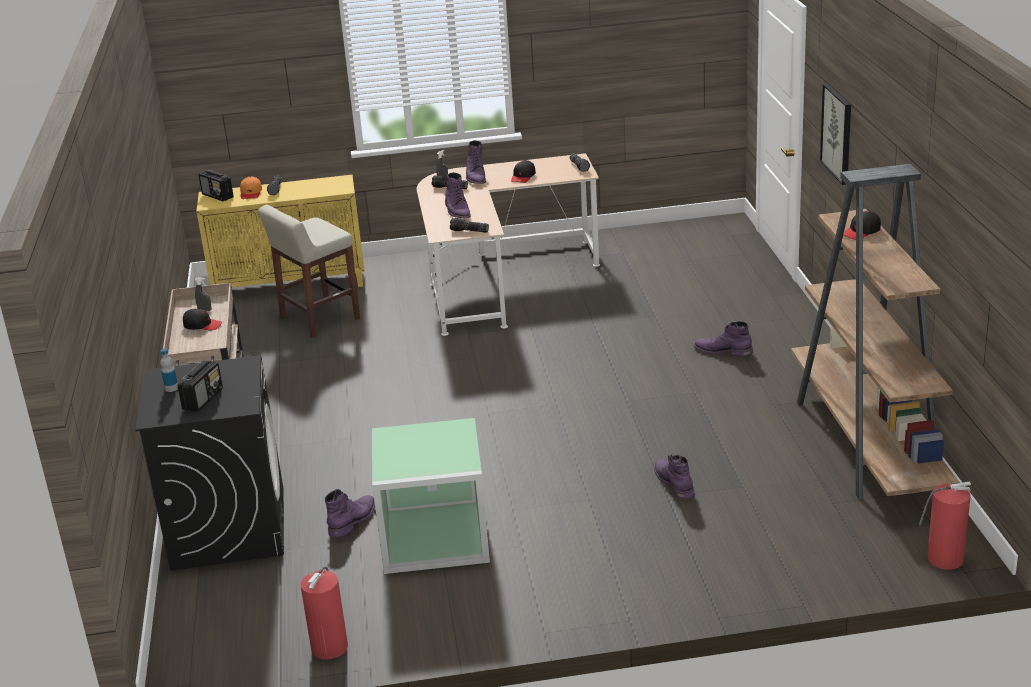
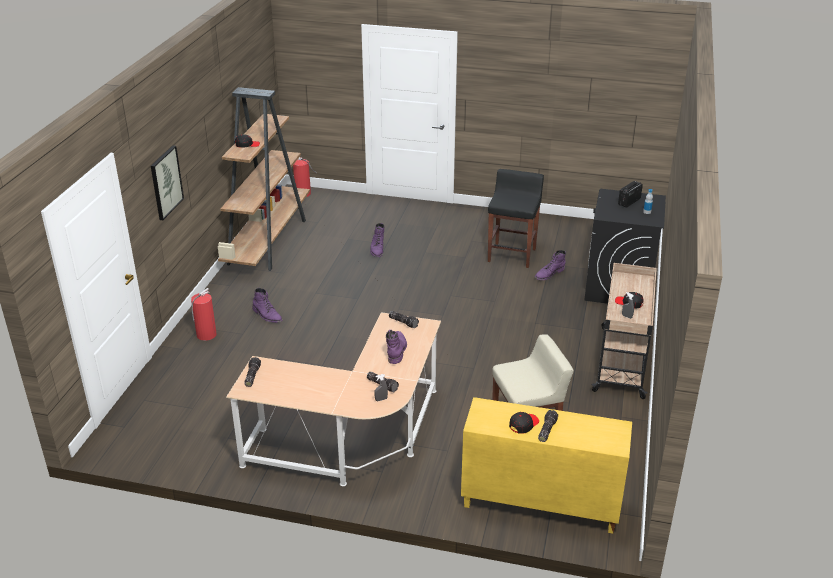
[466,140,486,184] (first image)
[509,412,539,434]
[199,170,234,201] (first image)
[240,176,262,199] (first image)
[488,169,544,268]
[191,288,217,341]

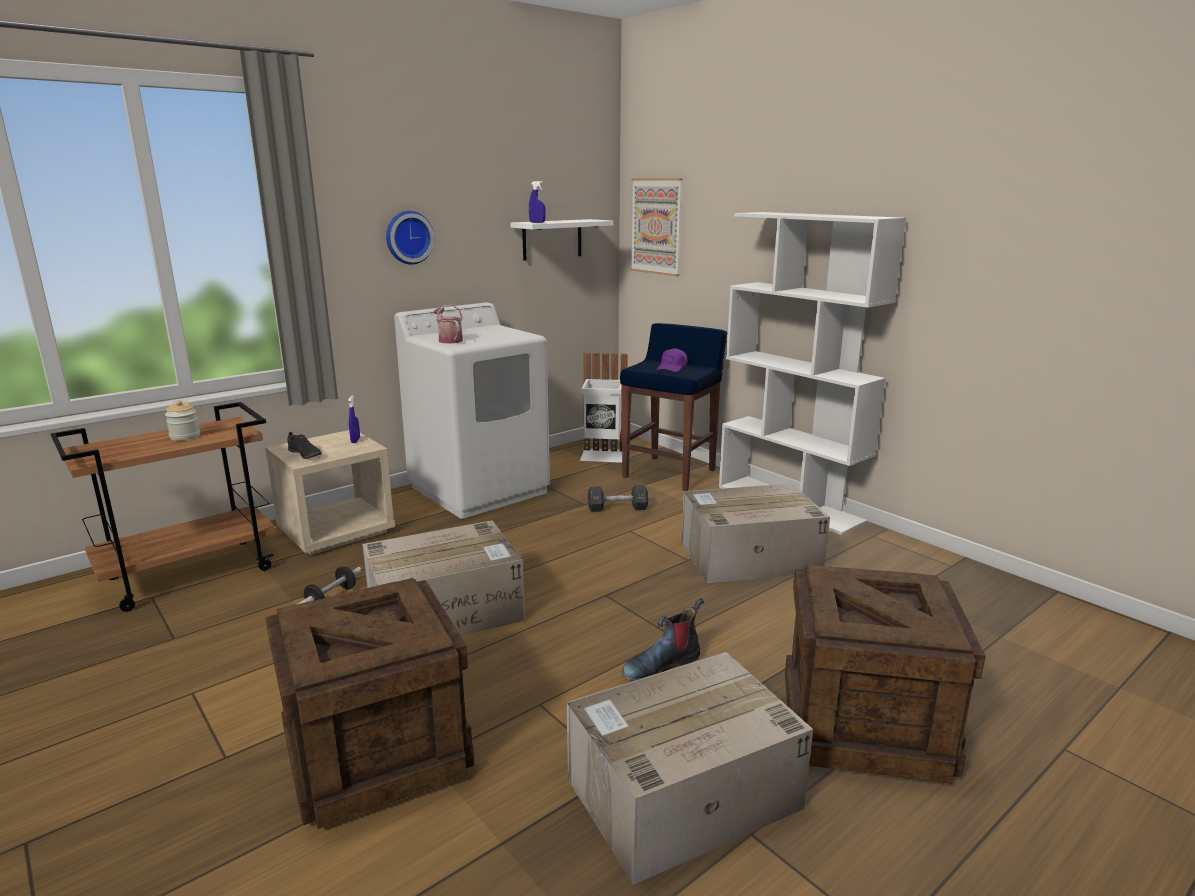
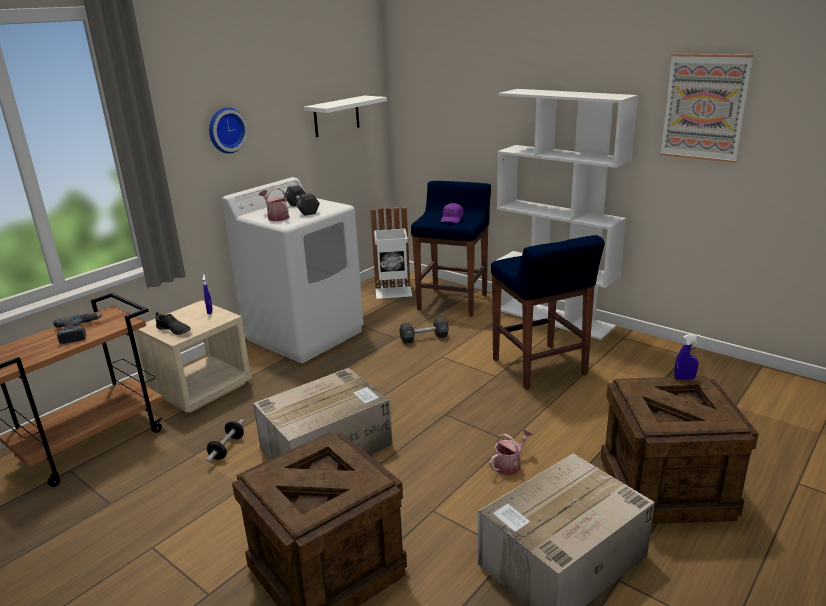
[660,54,753,163]
[674,334,700,380]
[53,313,102,344]
[491,235,605,390]
[489,429,533,475]
[284,185,320,216]

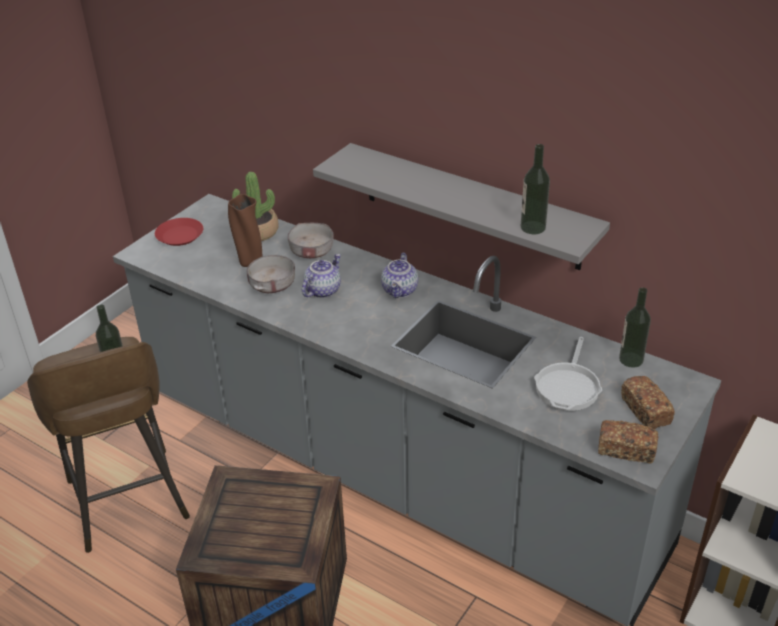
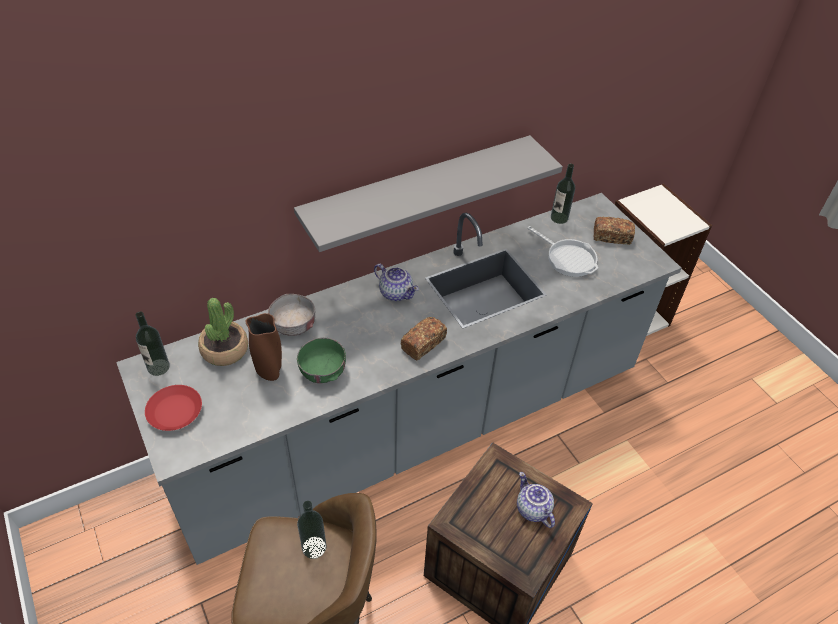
[135,312,170,376]
[517,472,555,528]
[297,337,346,383]
[400,317,447,360]

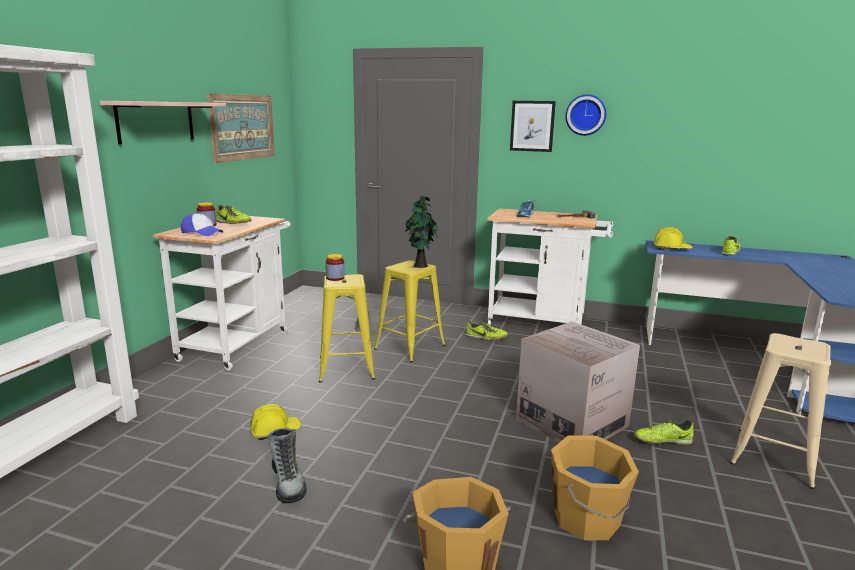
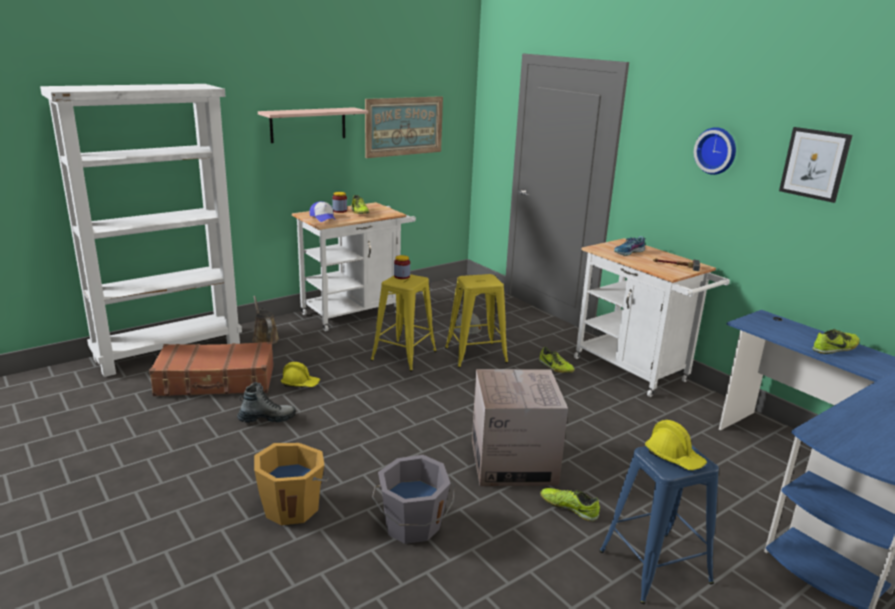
[779,127,852,203]
[405,196,438,268] (first image)
[645,420,707,470]
[599,445,719,604]
[237,382,296,423]
[372,455,455,544]
[252,296,279,344]
[149,342,274,396]

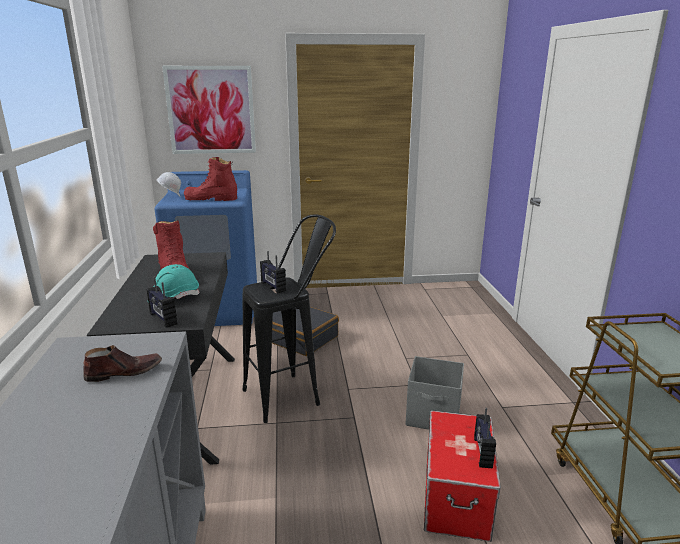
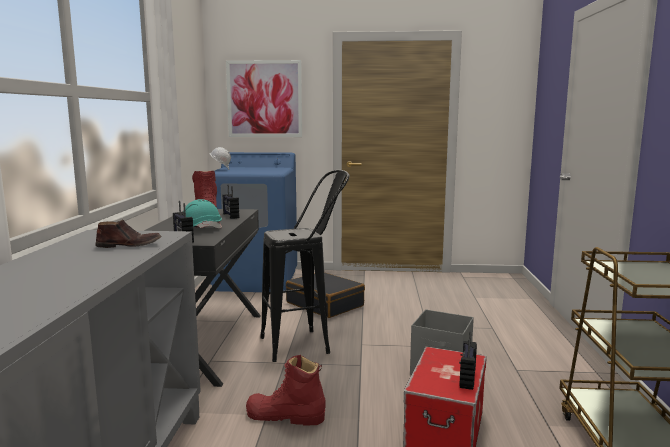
[246,355,326,426]
[223,185,239,219]

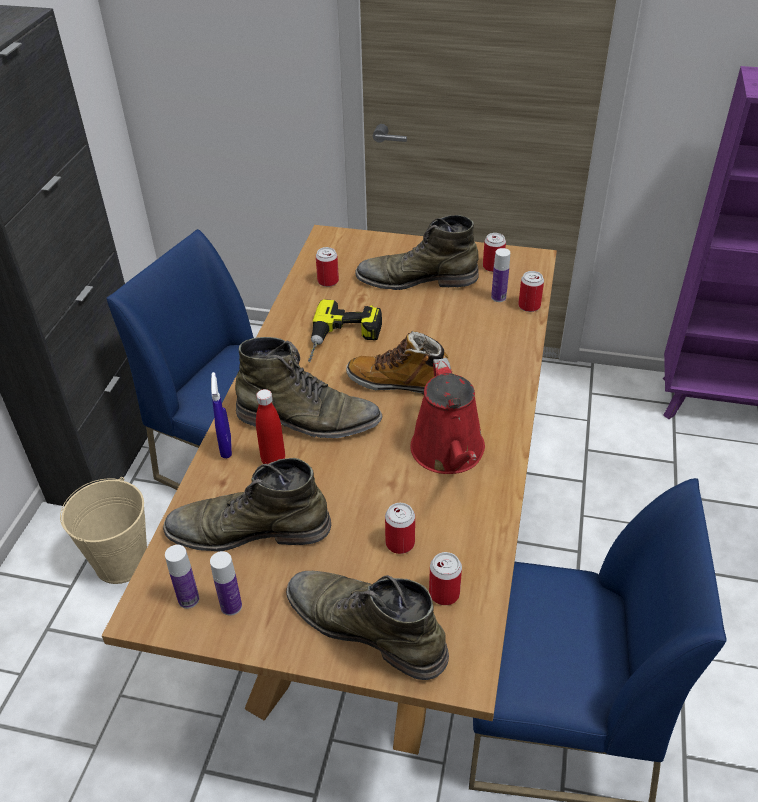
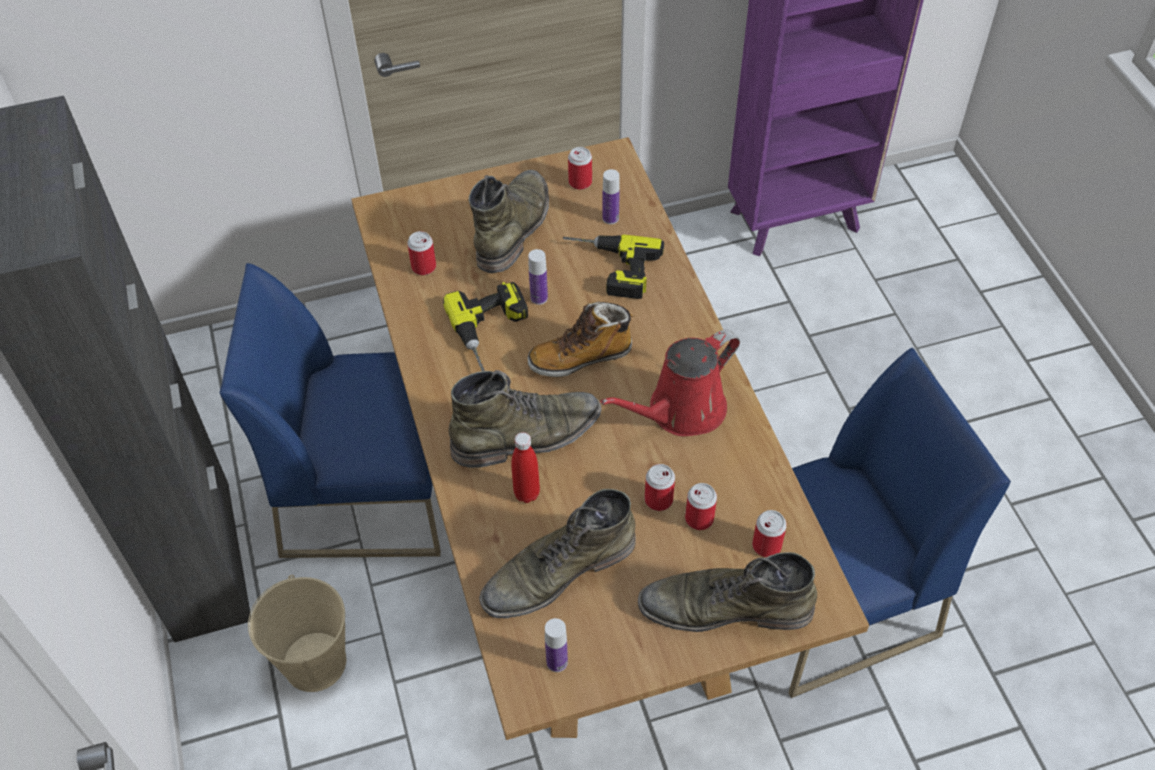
[469,170,549,273]
[645,464,675,511]
[600,329,740,436]
[211,372,232,458] (first image)
[528,249,548,305]
[563,235,664,299]

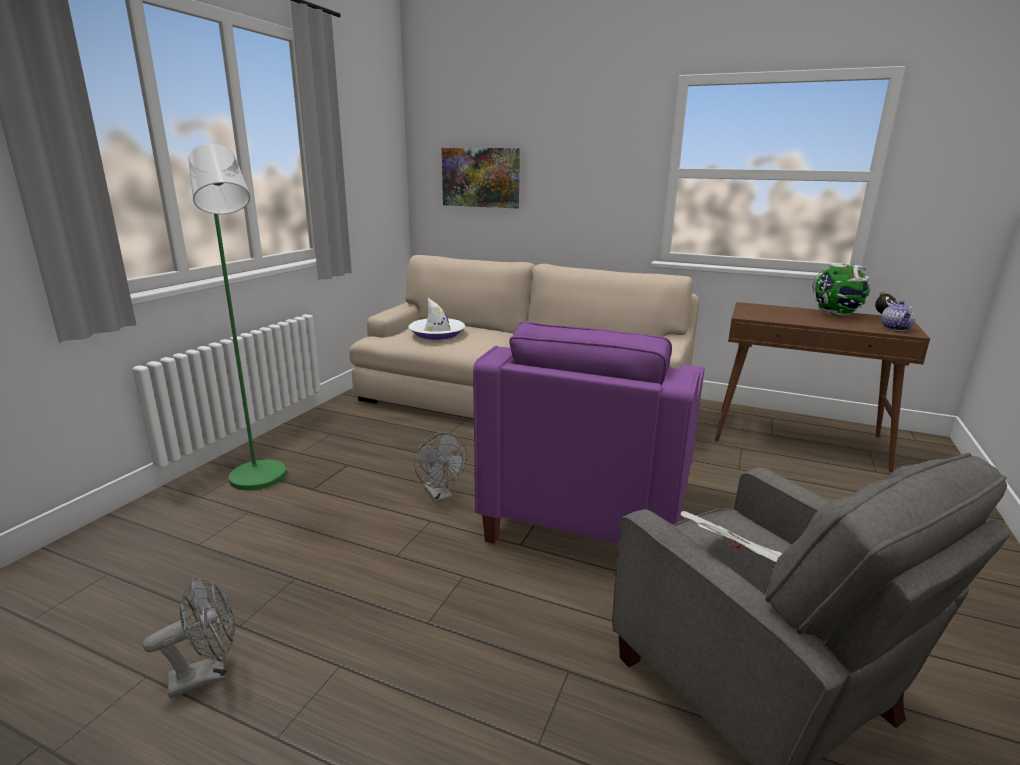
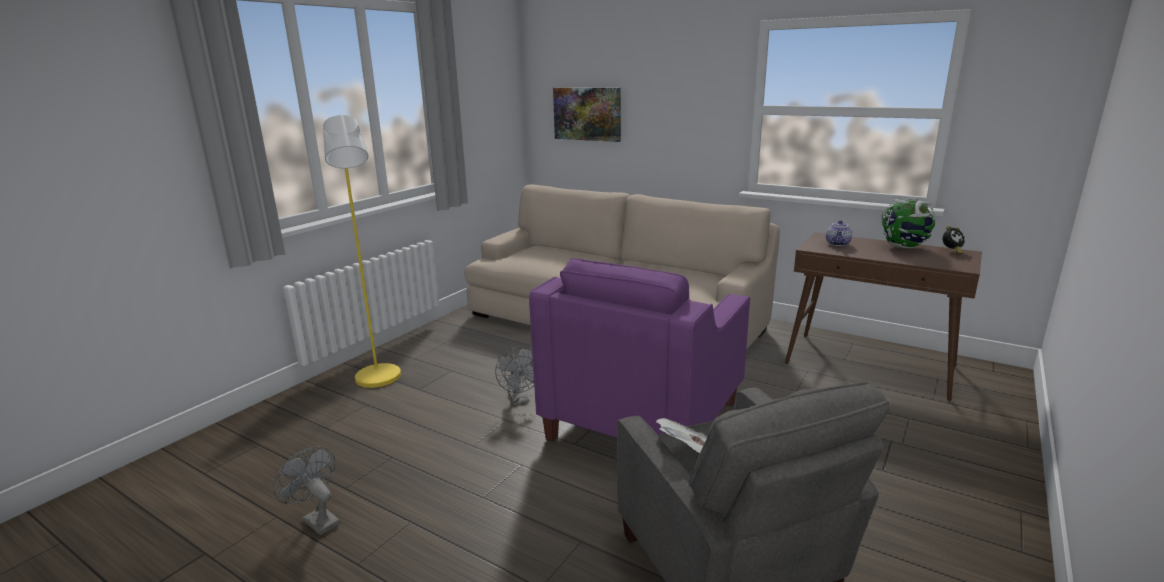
[323,115,401,388]
[408,297,466,340] (first image)
[826,220,852,246]
[273,447,340,535]

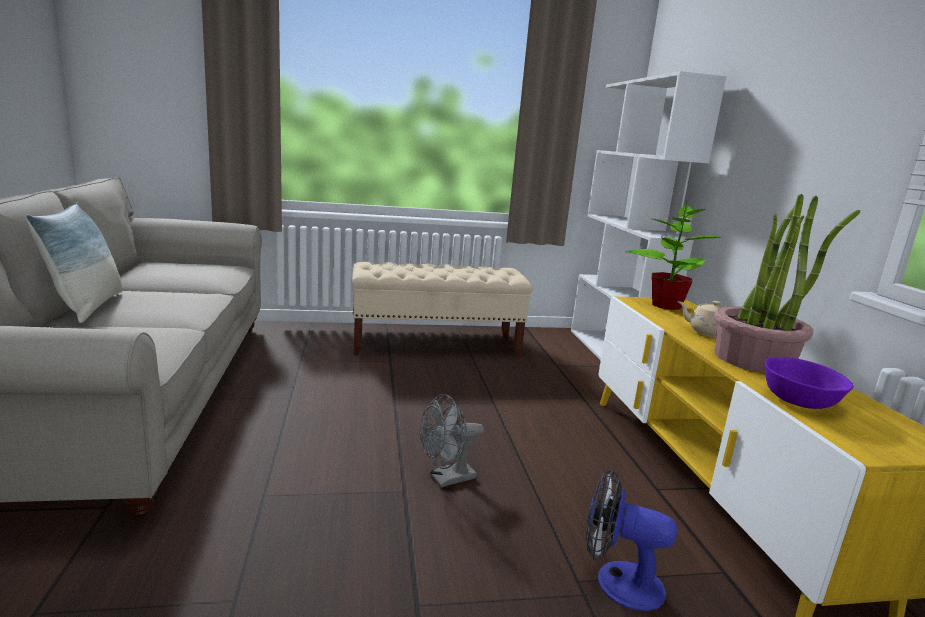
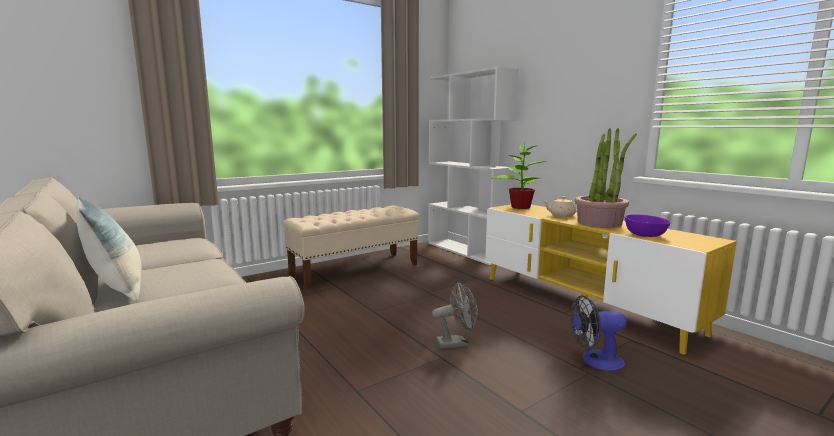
[432,282,478,349]

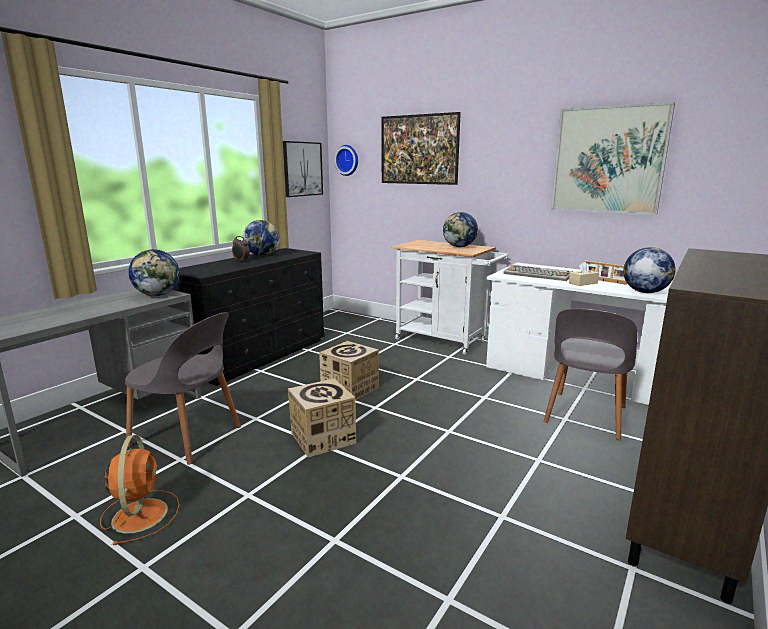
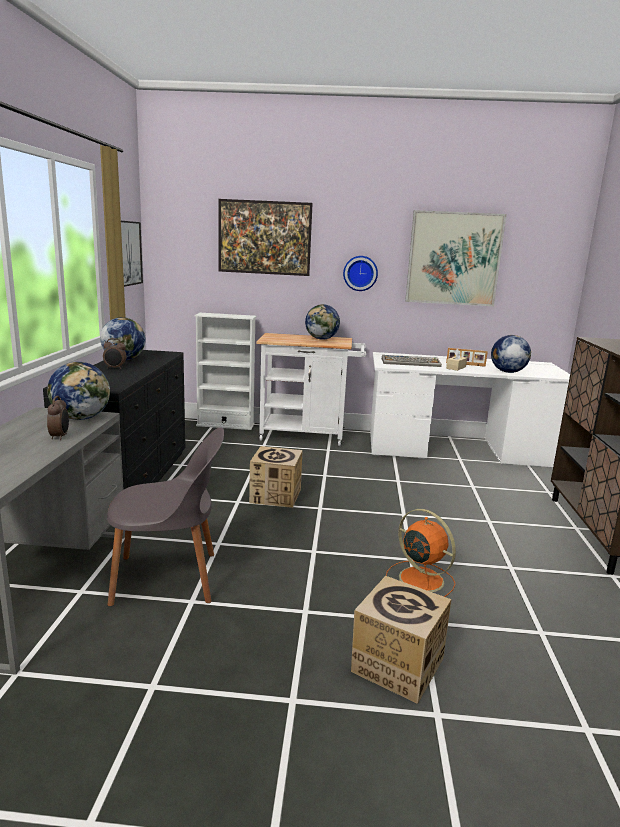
[343,256,378,291]
[543,309,637,440] (first image)
[351,576,451,704]
[386,509,456,597]
[194,313,256,430]
[47,396,69,440]

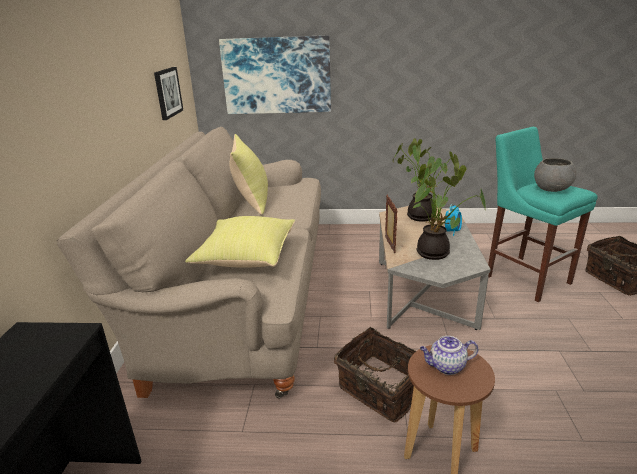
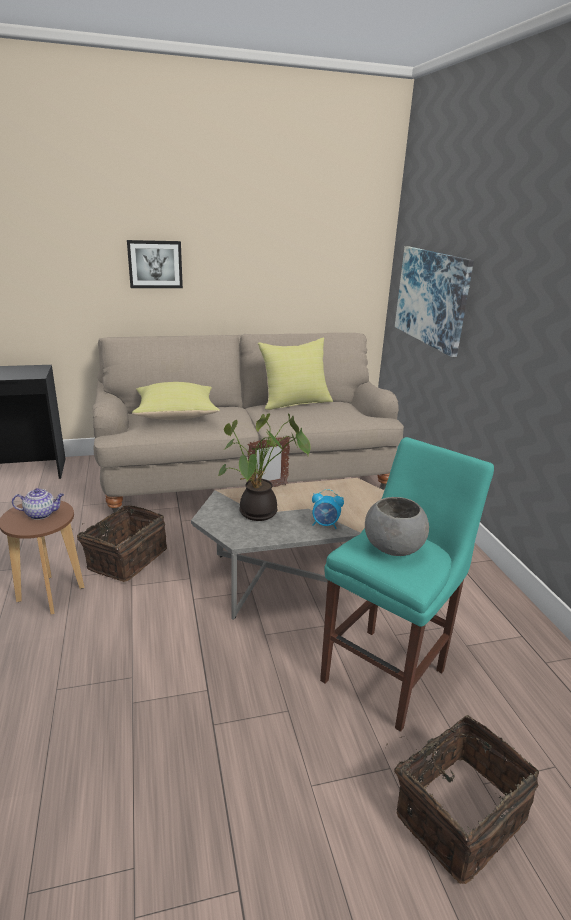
[127,240,183,288]
[393,138,458,222] (first image)
[12,488,64,520]

